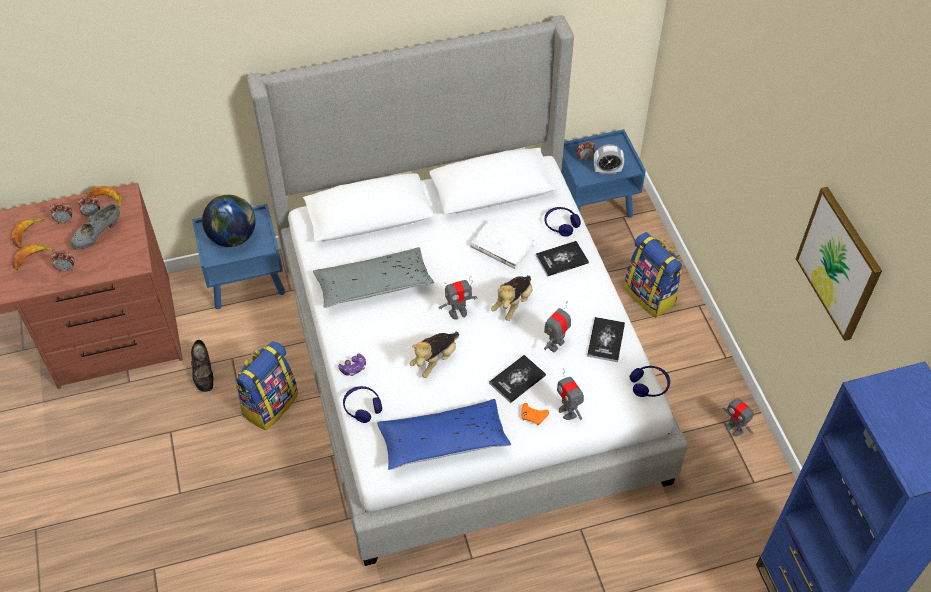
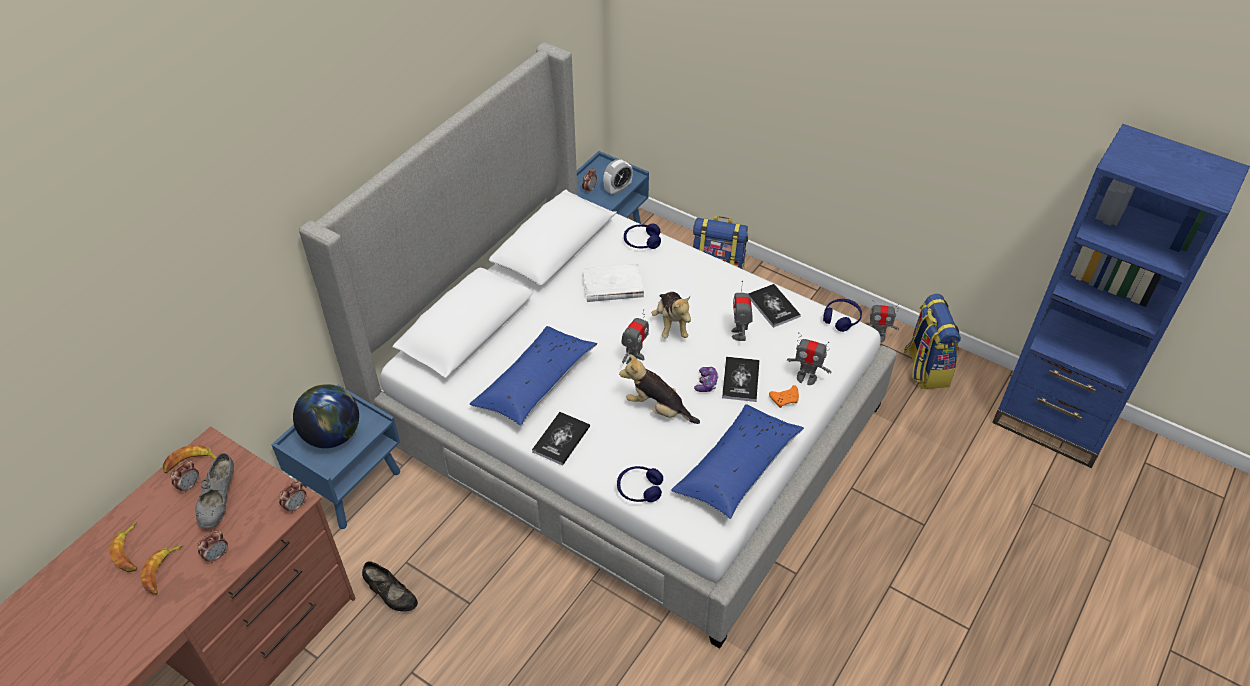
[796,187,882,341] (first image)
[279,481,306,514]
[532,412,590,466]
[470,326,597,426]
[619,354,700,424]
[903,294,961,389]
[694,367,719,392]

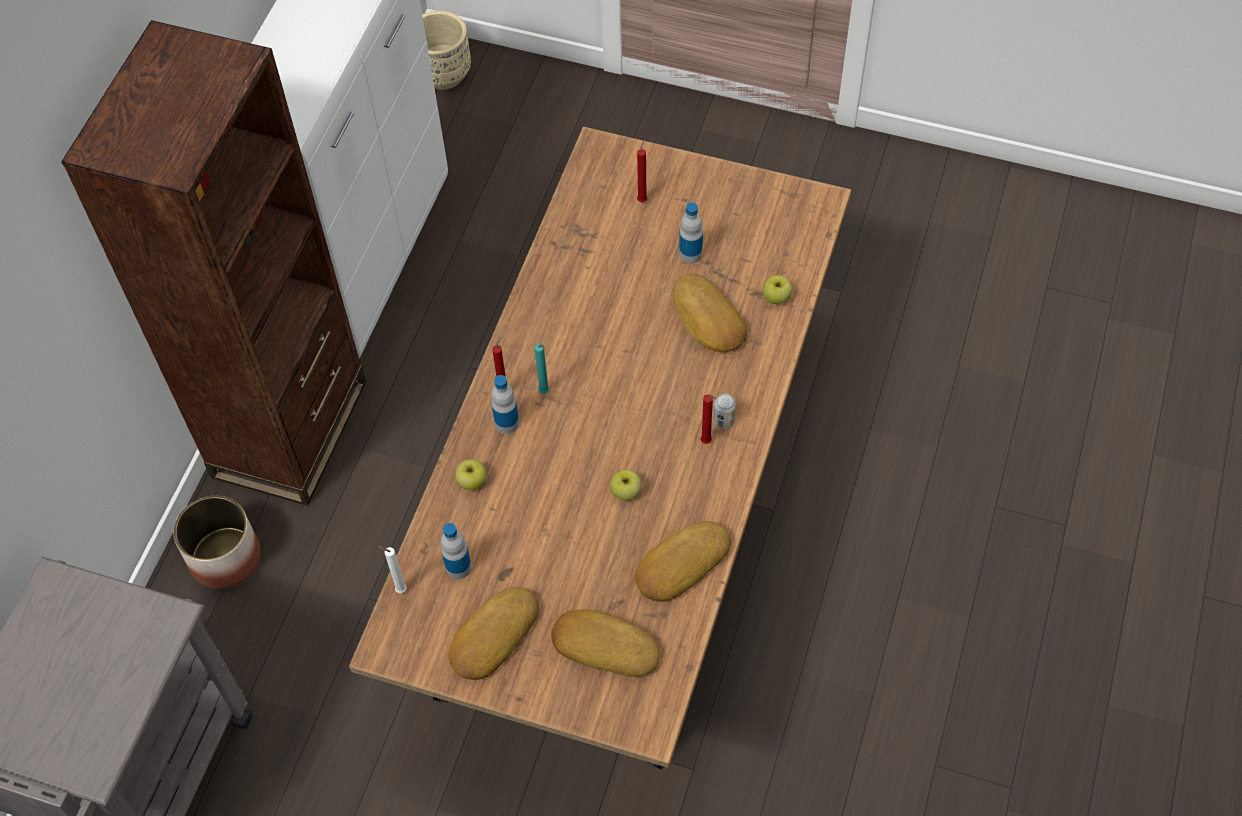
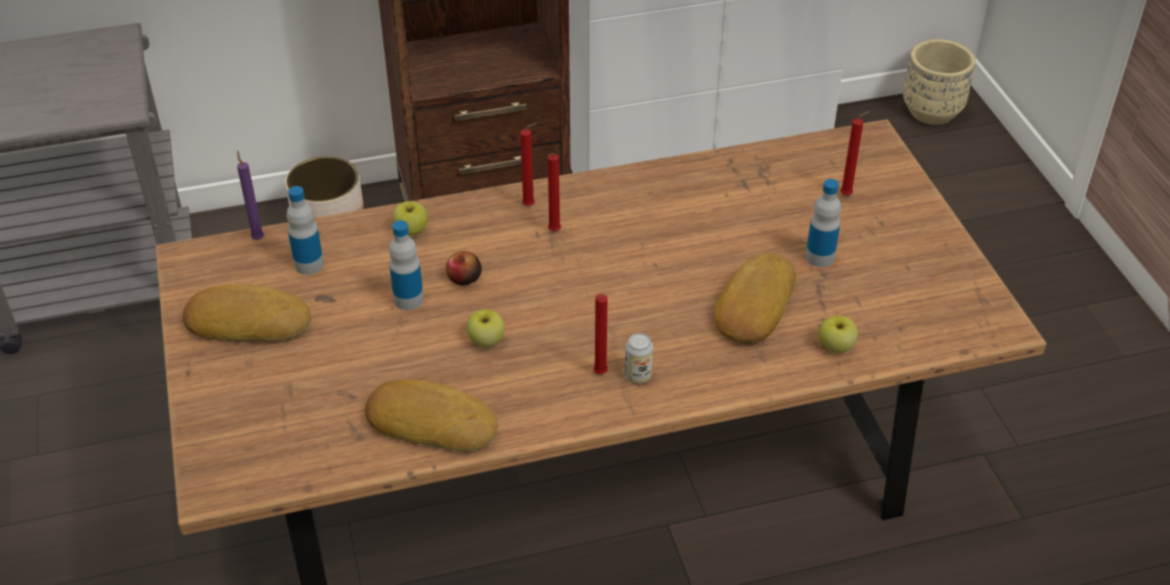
[548,153,561,231]
[389,220,424,310]
[237,150,264,240]
[551,610,660,677] (first image)
[446,251,482,285]

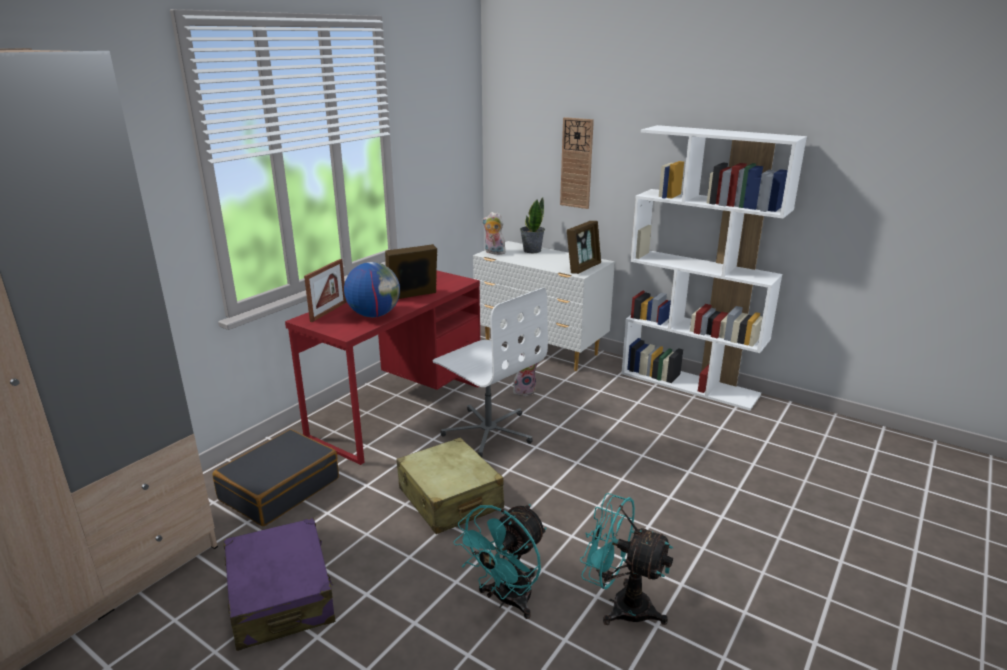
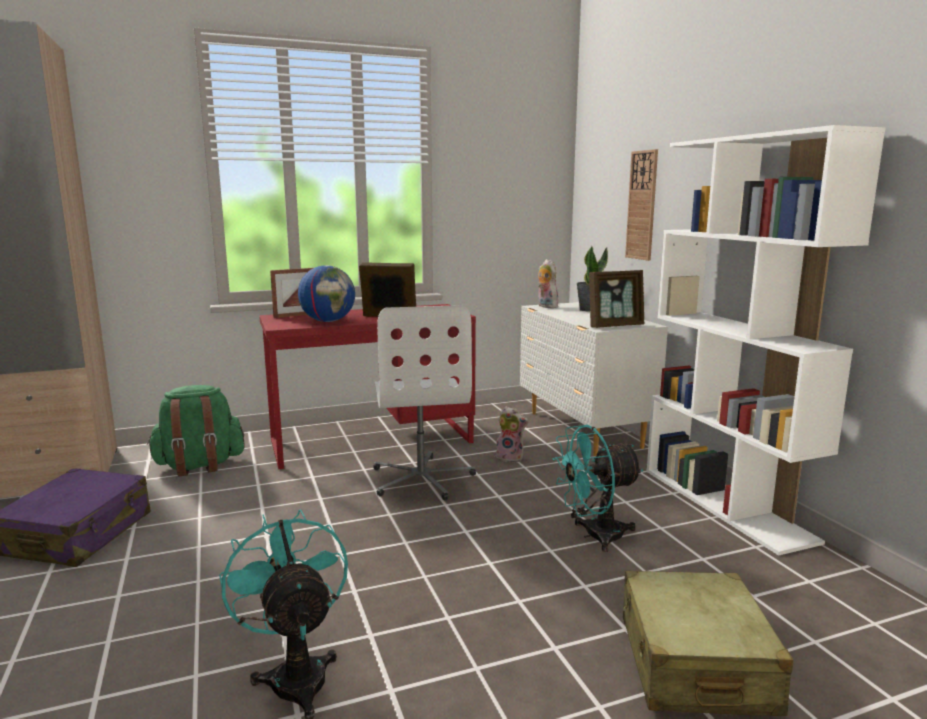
[147,385,245,477]
[623,571,793,716]
[553,425,644,552]

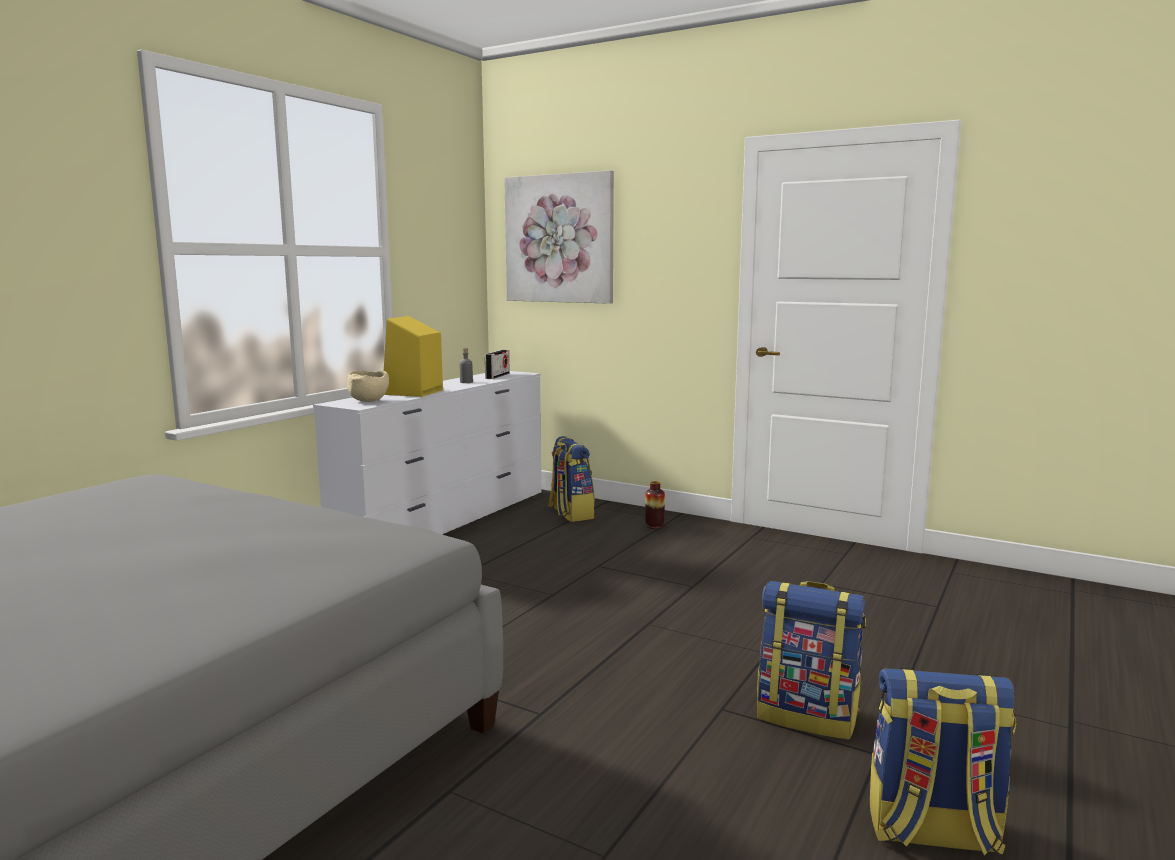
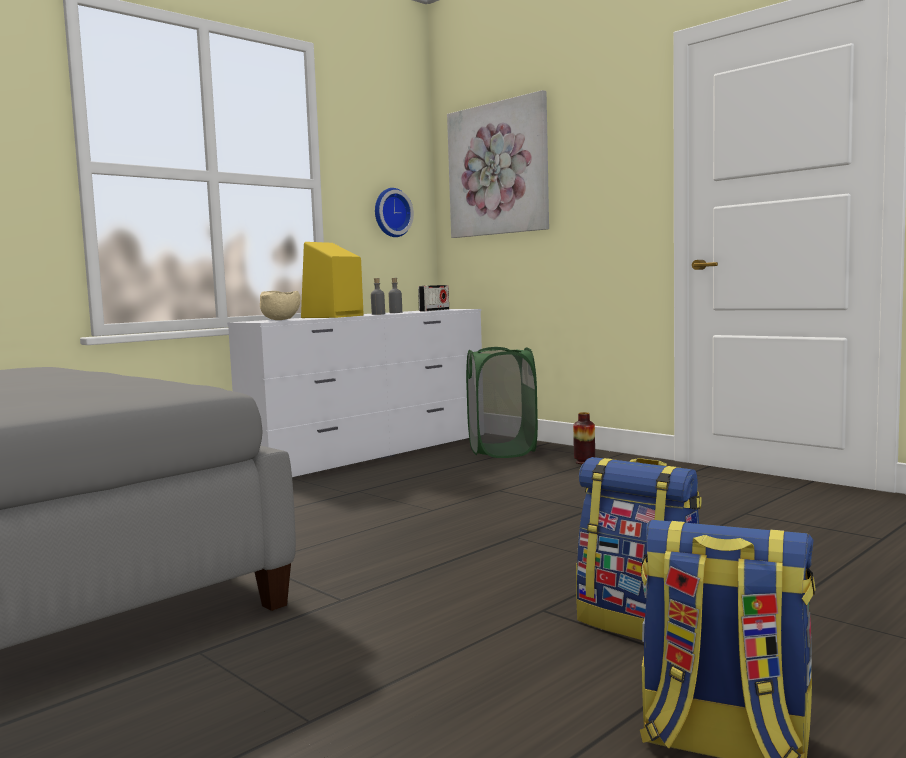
[466,347,538,458]
[375,188,414,237]
[371,278,385,315]

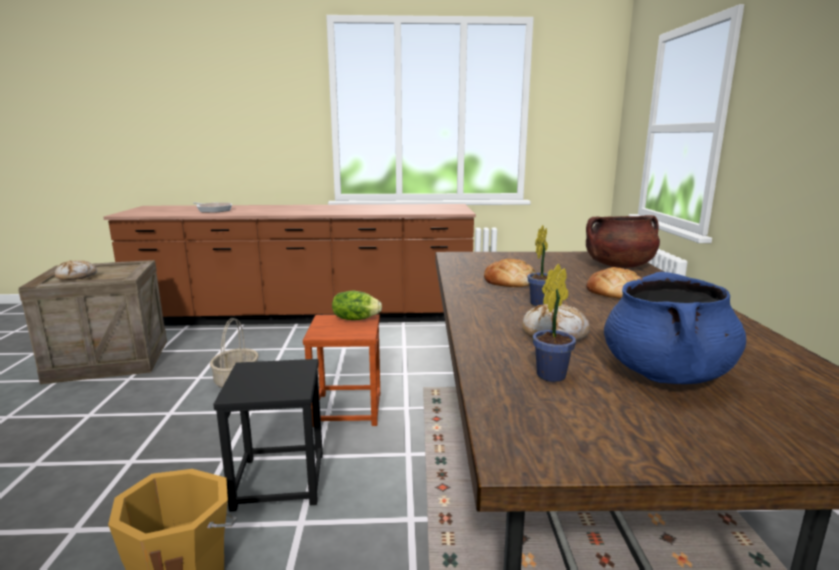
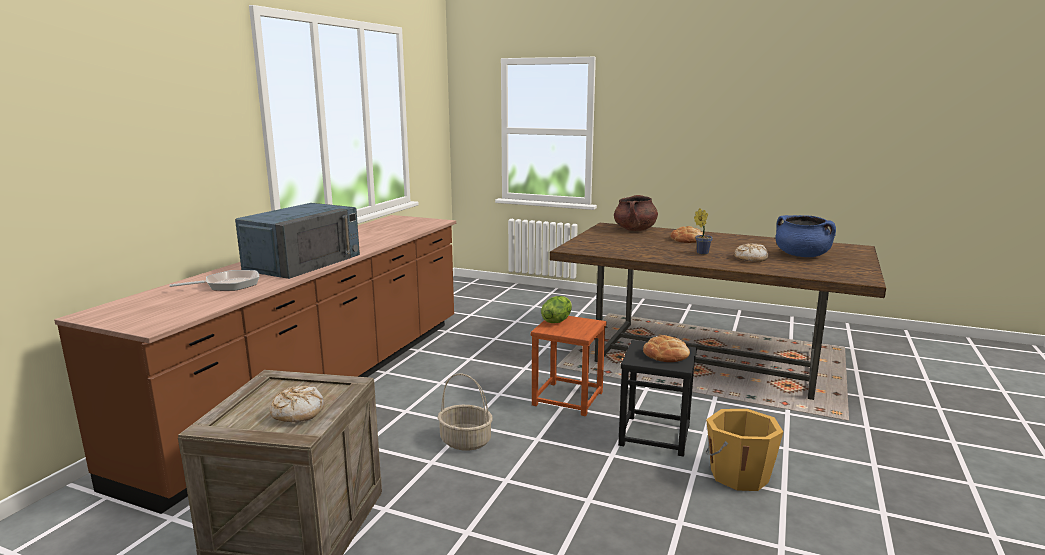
[643,335,690,362]
[533,264,576,382] (first image)
[235,203,360,279]

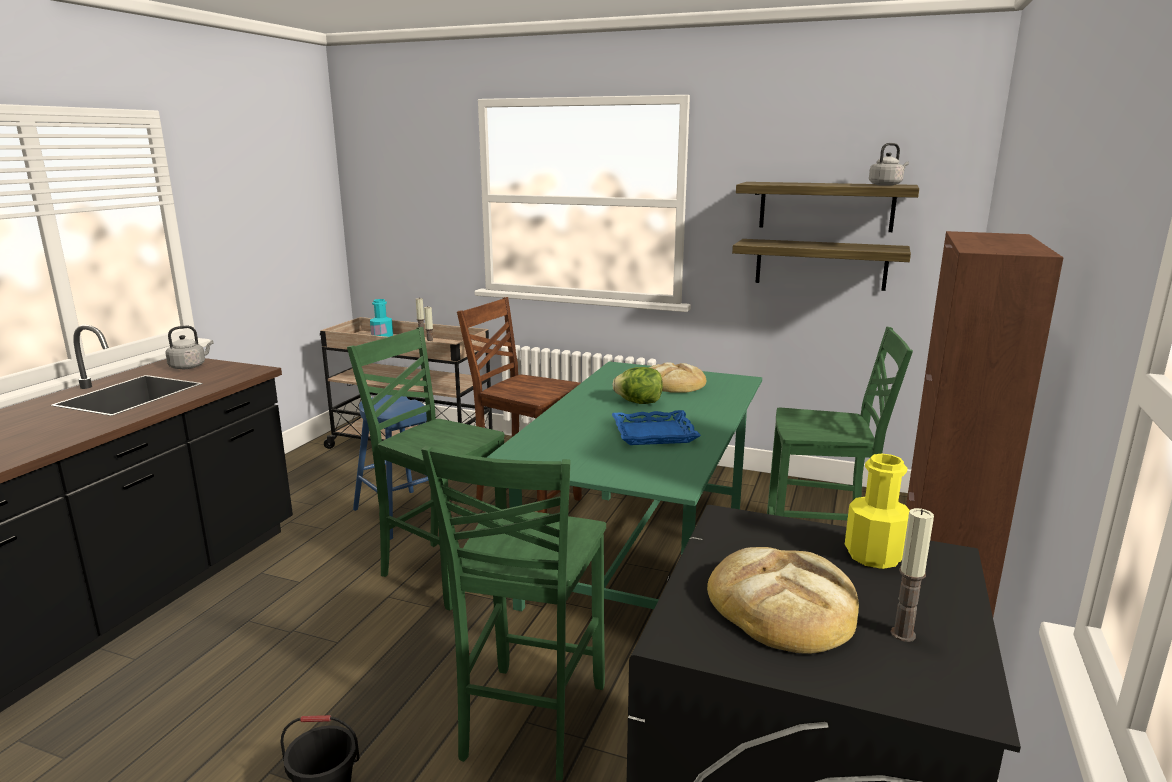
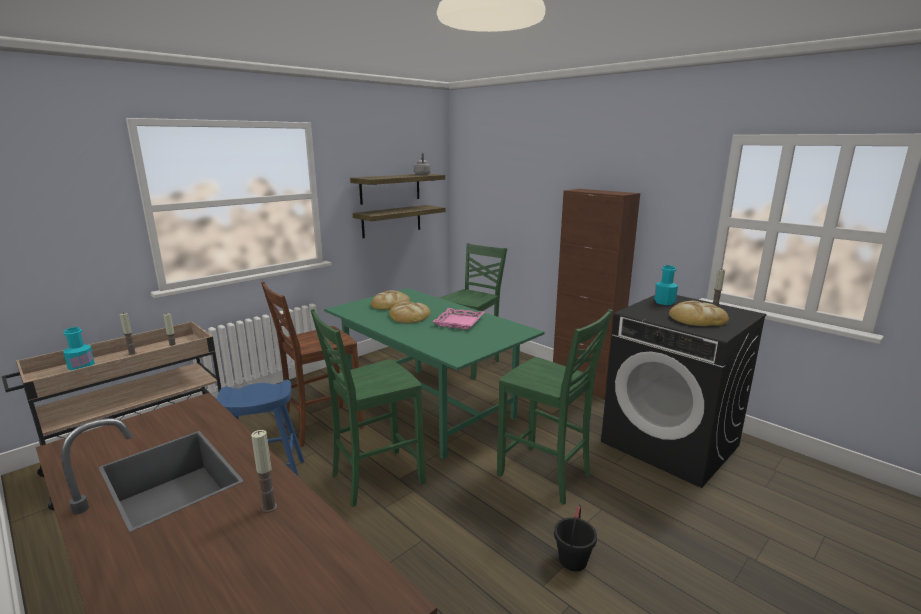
[165,325,214,369] (first image)
[389,302,430,324]
[433,308,485,330]
[654,265,678,305]
[251,430,277,513]

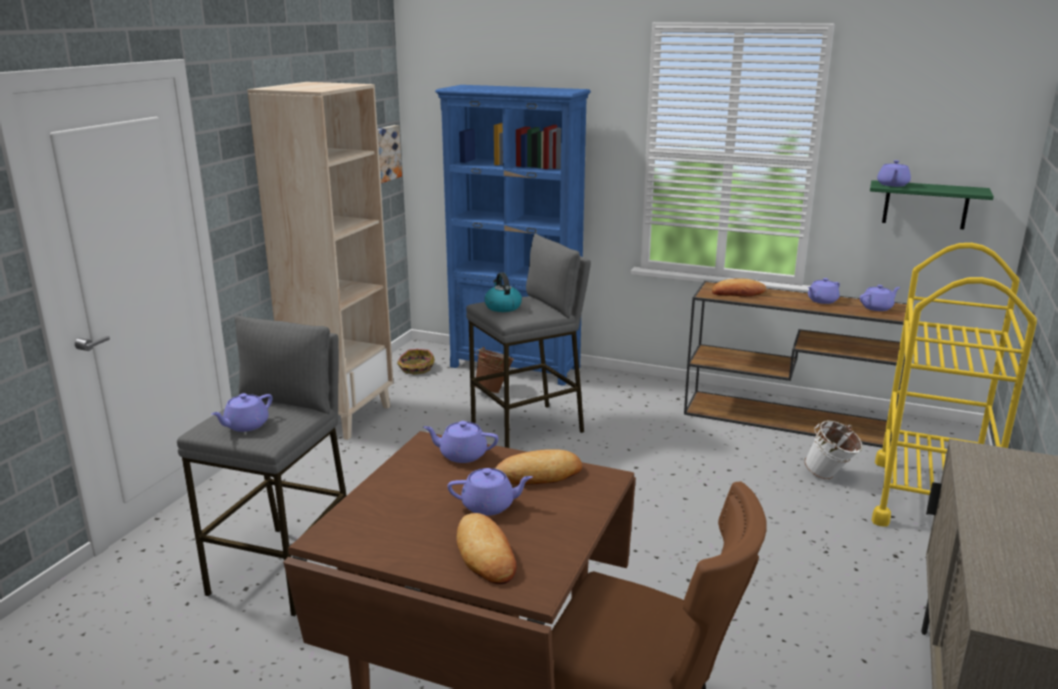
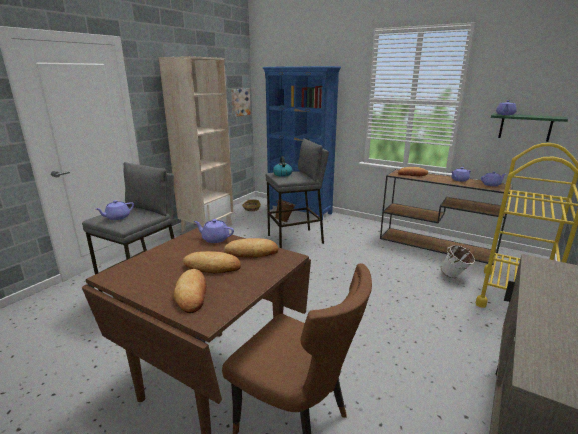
[183,251,241,273]

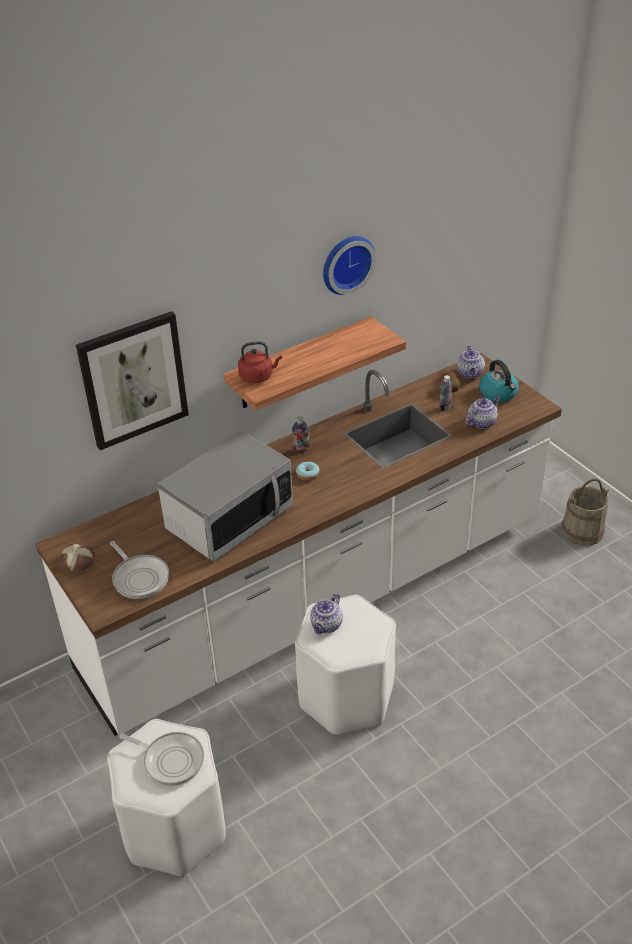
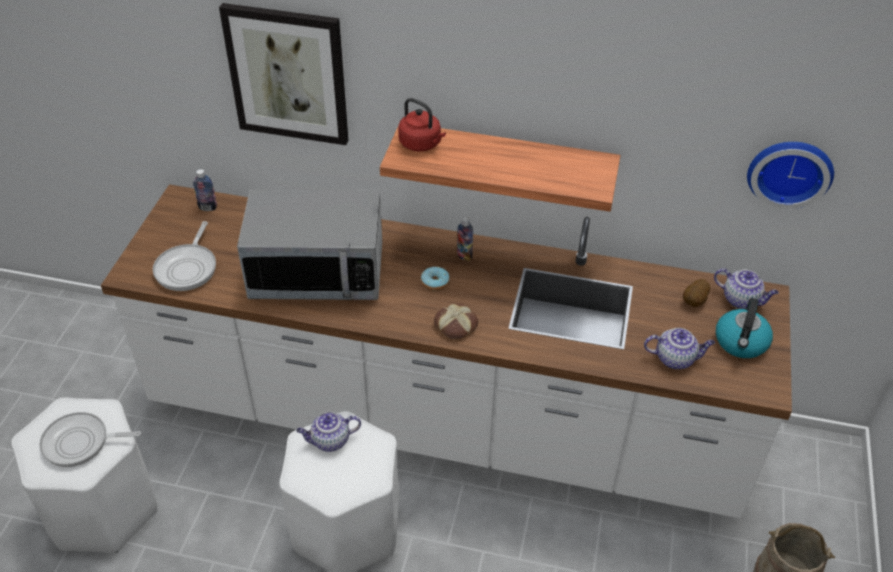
[747,142,834,209]
[714,268,779,309]
[193,169,217,211]
[434,304,478,339]
[39,412,141,467]

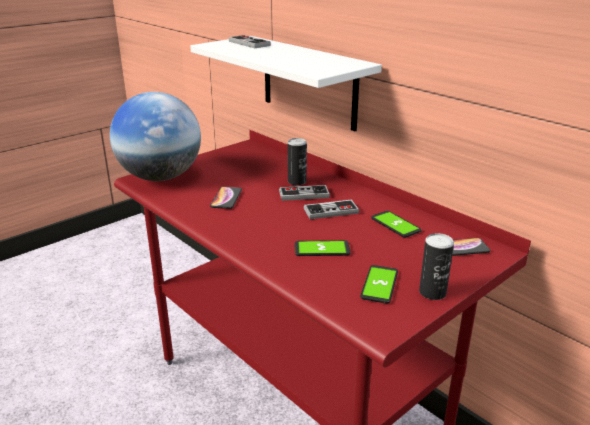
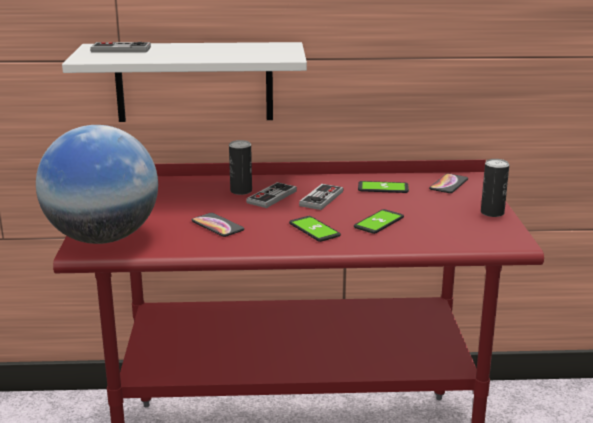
[289,216,341,242]

